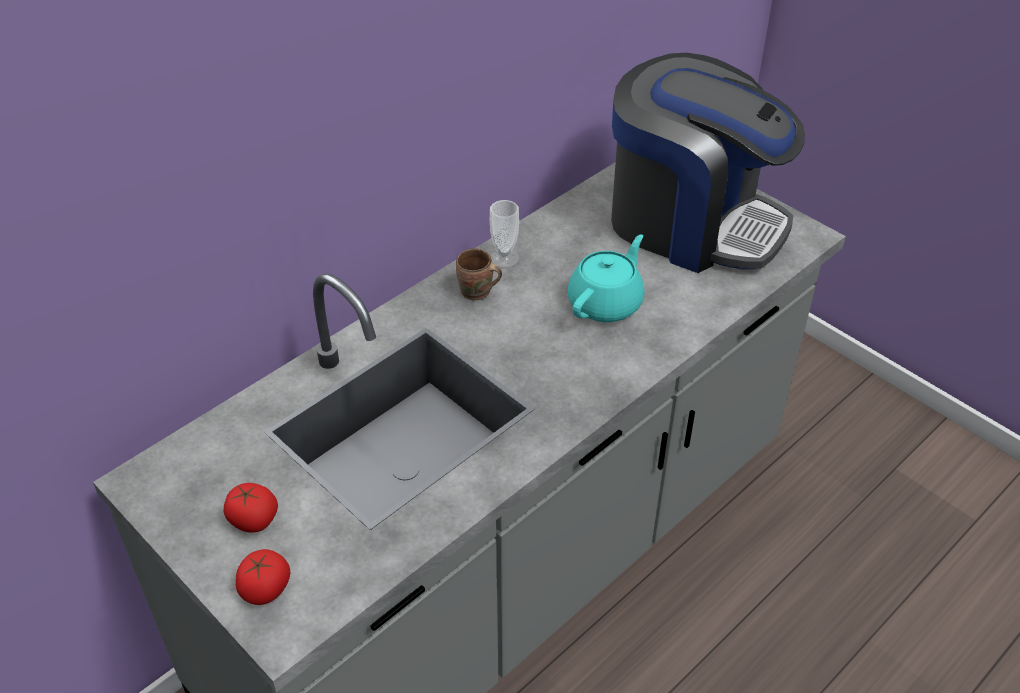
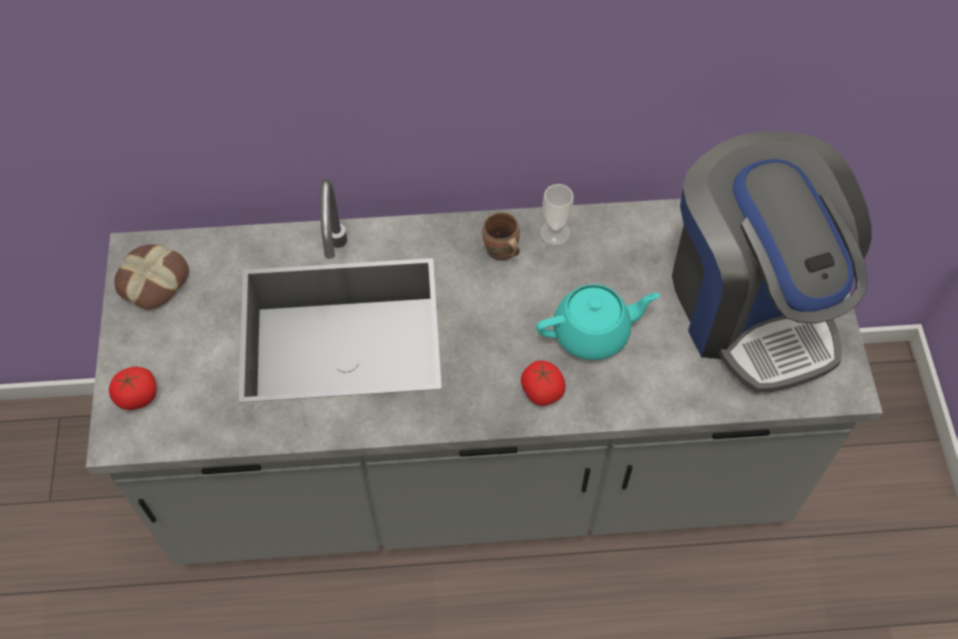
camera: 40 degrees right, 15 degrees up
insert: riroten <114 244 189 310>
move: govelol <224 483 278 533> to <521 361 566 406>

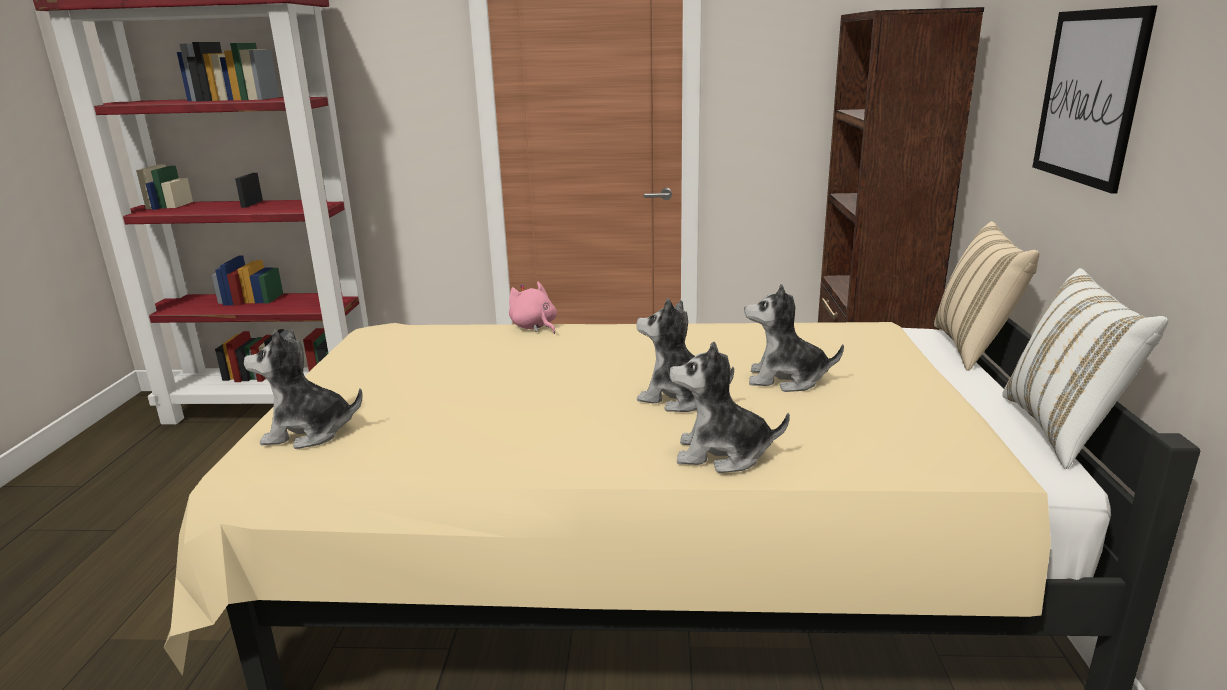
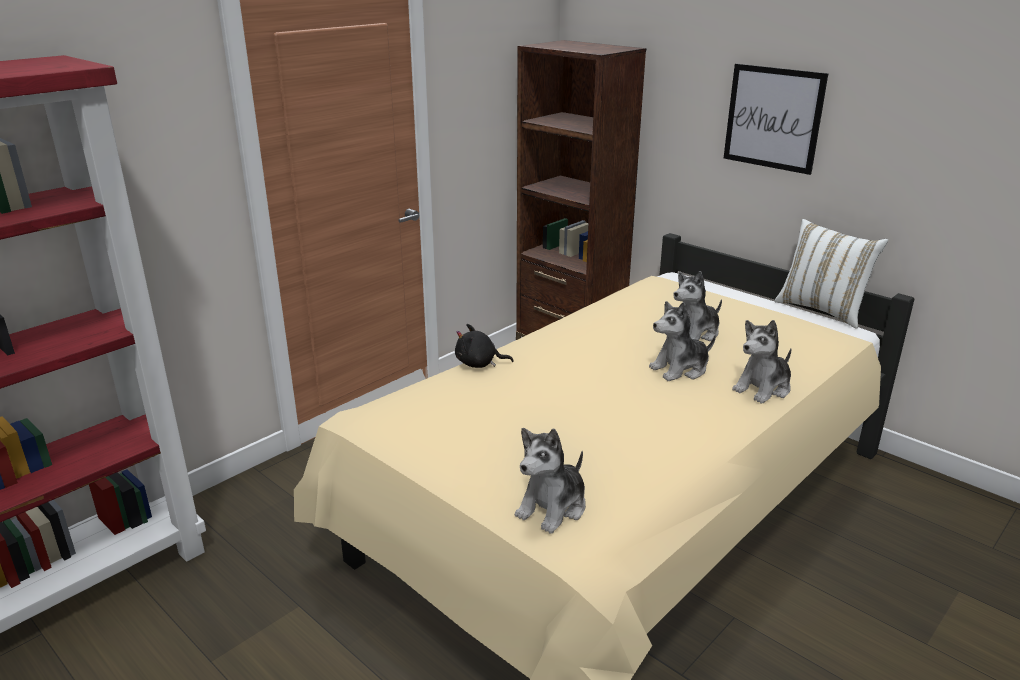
camera: 50 degrees left, 5 degrees up
delete: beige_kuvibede <934 221 1039 371>
recolor: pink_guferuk <509 281 557 334> to black_guferuk <455 324 513 368>

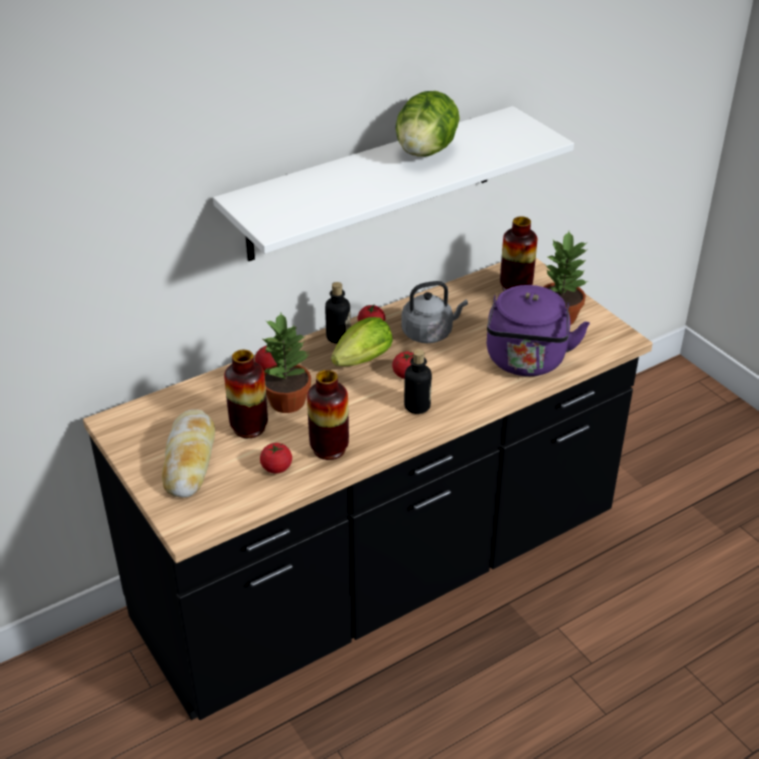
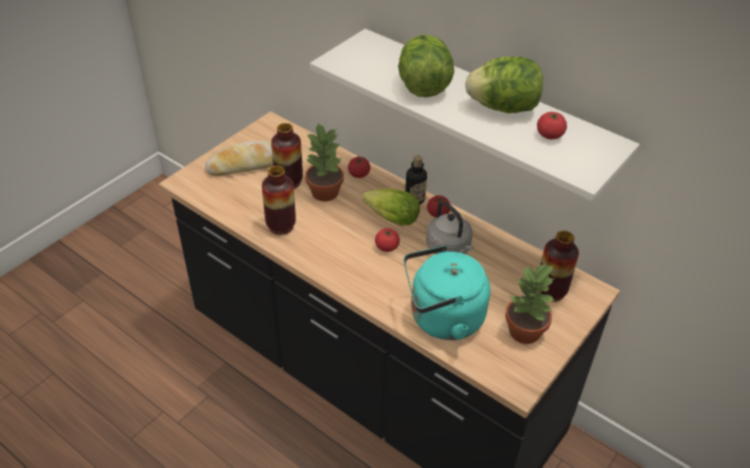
camera: 70 degrees right, 5 degrees up
delete: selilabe <404 349 432 414>
insert: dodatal <398 34 454 97>
move: govelol <260 443 292 473> to <537 112 567 139>
recolor: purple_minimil <487 285 590 376> to turquoise_minimil <404 245 490 340>

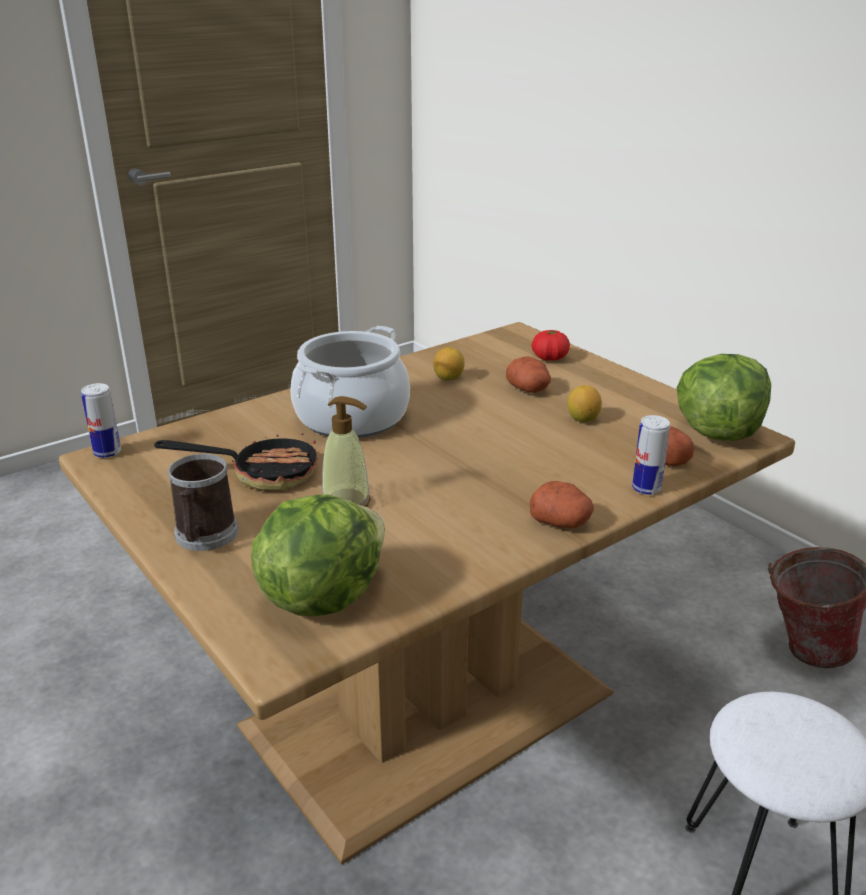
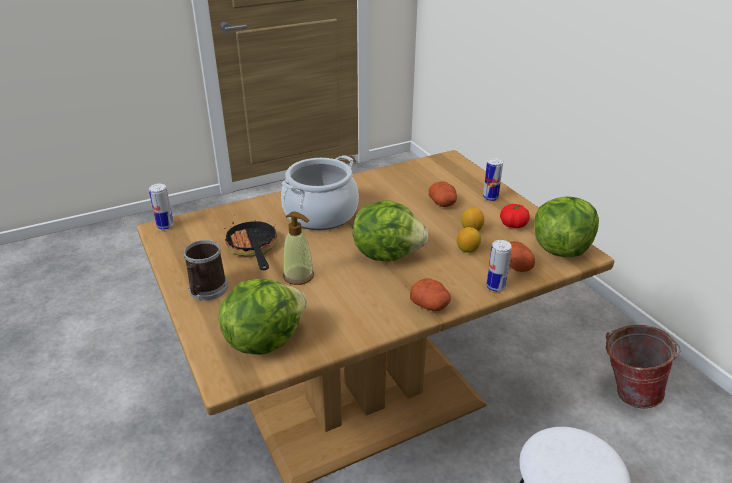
camera: 10 degrees right, 5 degrees up
insert: dodatal <353 200 428 262>; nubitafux <483 158 503 201>
move: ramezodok <434 347 465 381> to <457 227 481 253>; govelol <532 330 570 361> to <500 204 530 228>
rotate: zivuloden <154 432 318 490> = <224 220 278 270> 120 degrees counterclockwise

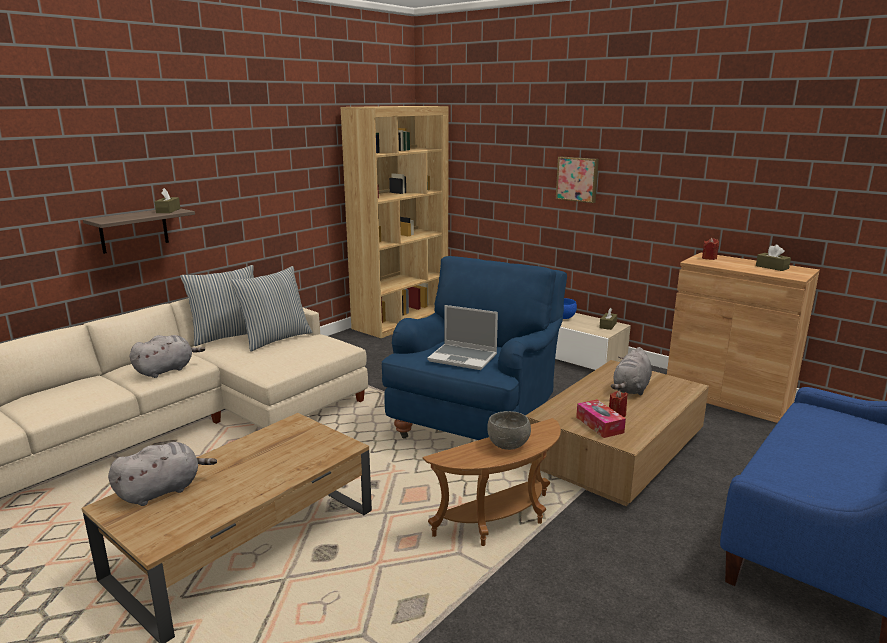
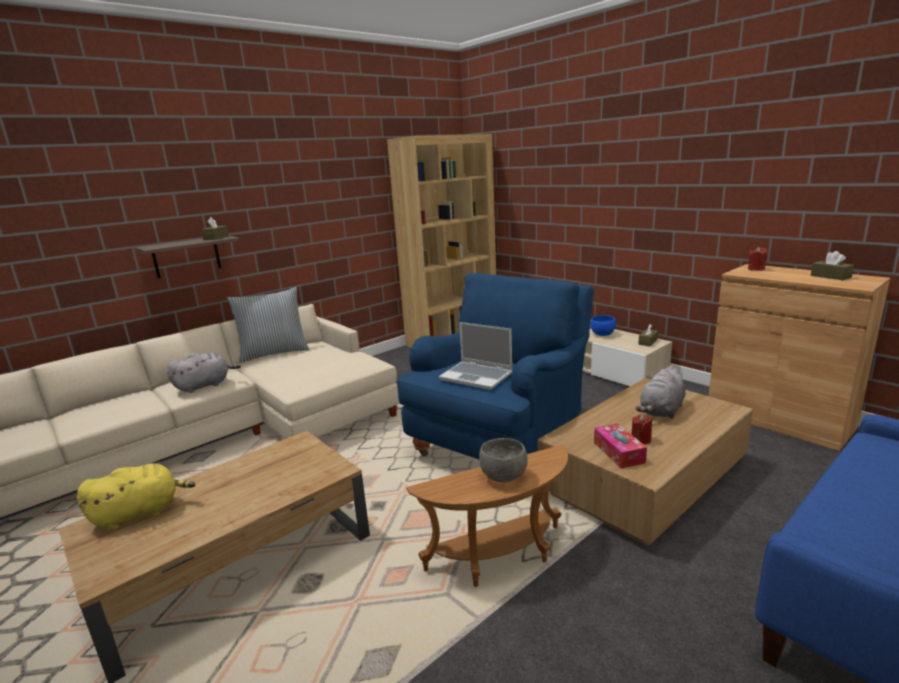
camera: 10 degrees right, 0 degrees up
delete: kuvibede <230 266 313 352>; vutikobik <556 157 599 203>
recolor: grey_guferuk <108 442 217 506> to yellow_guferuk <77 463 195 530>

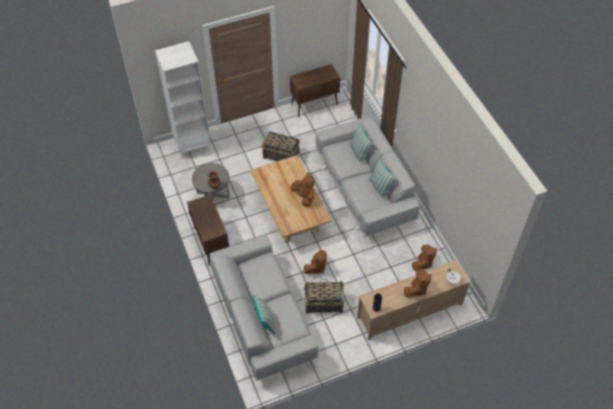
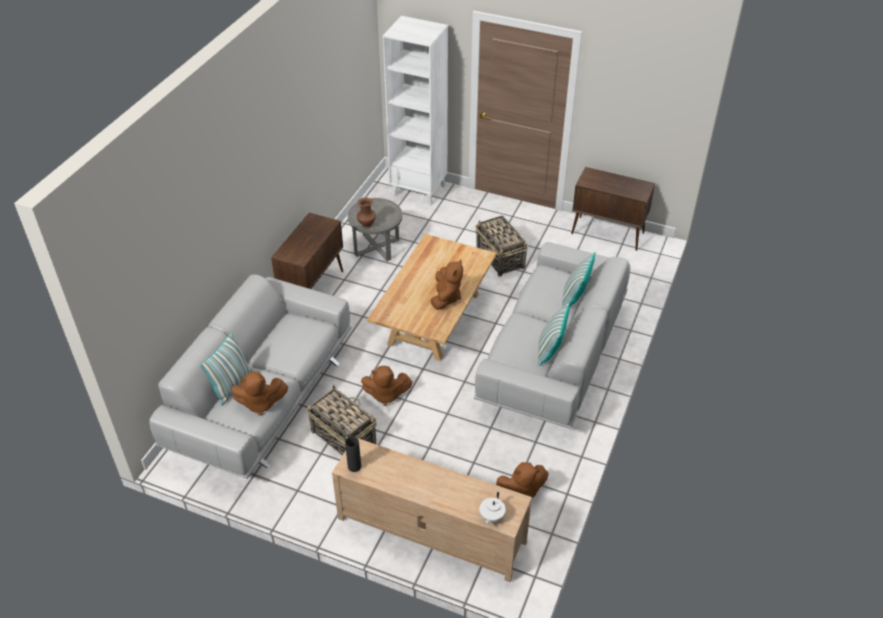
camera: 45 degrees right, 10 degrees down
move: brown_guferuk <404 269 432 297> to <231 372 288 416>

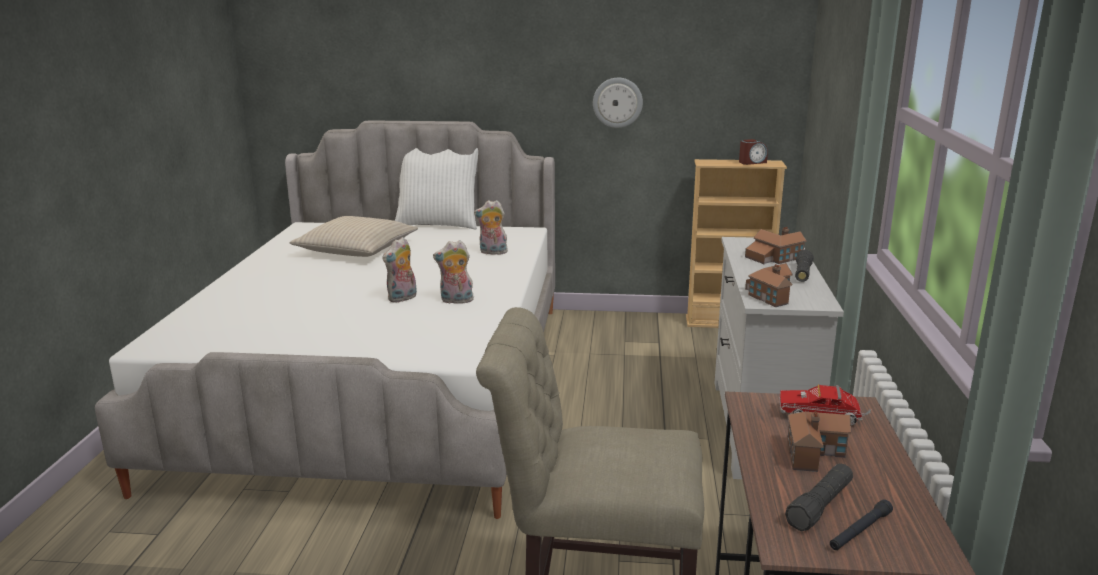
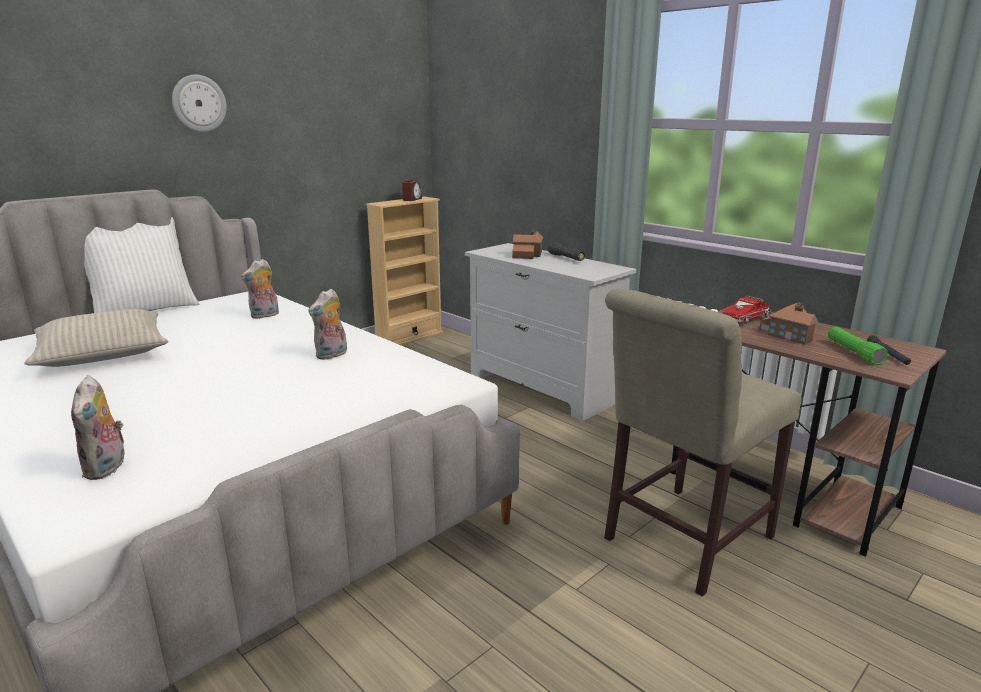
camera: 50 degrees left, 0 degrees up
delete: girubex <745 263 793 307>
move: guferuk <382 237 417 303> to <71 375 124 480>; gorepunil <593 78 643 128> to <172 75 227 132>
recolor: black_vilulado <785 464 853 531> to green_vilulado <828 327 889 365>

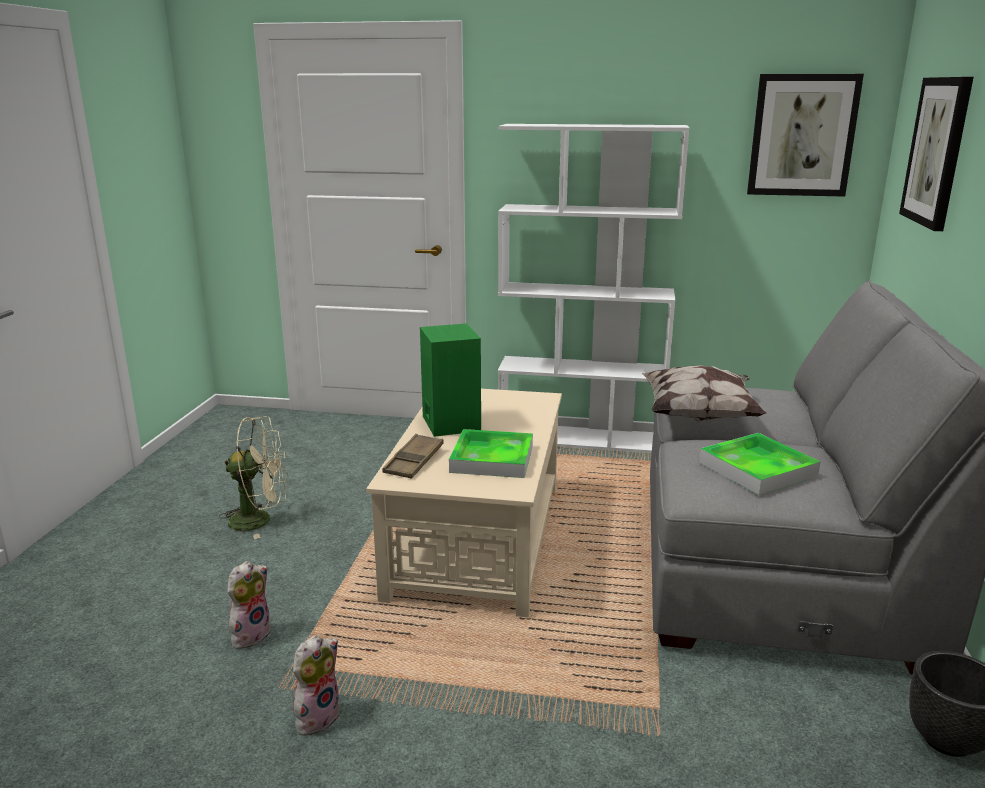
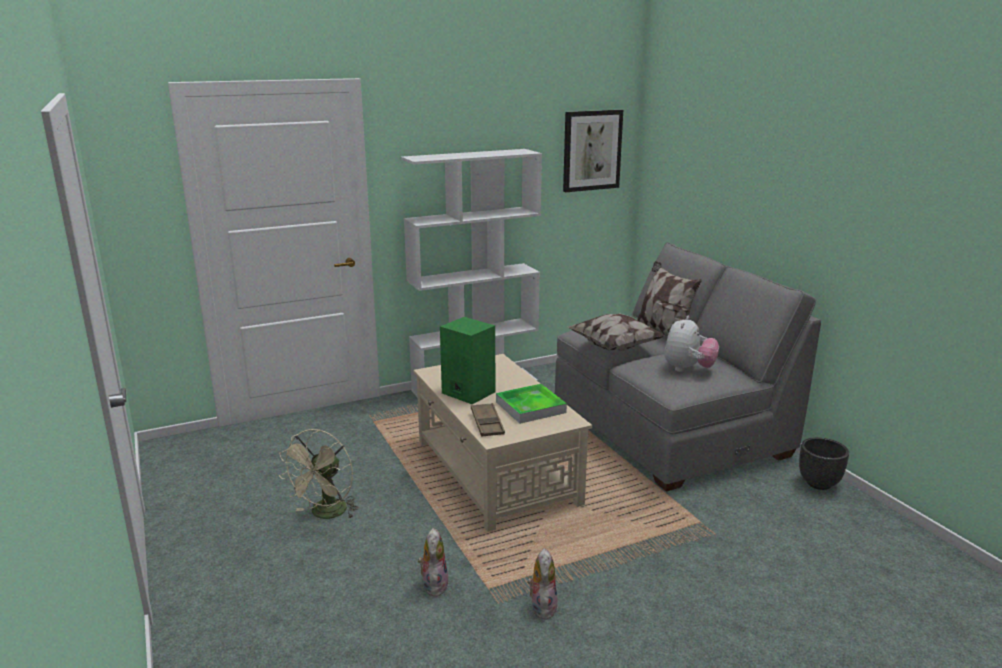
camera: 35 degrees left, 0 degrees up
delete: vutikobik <899 77 974 231>
insert: kuvibede <637 261 702 337>
replace: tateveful <699 433 821 495> to guferuk <664 316 719 372>
rotate: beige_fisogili <219 416 289 539> = <279 429 359 519> 150 degrees clockwise

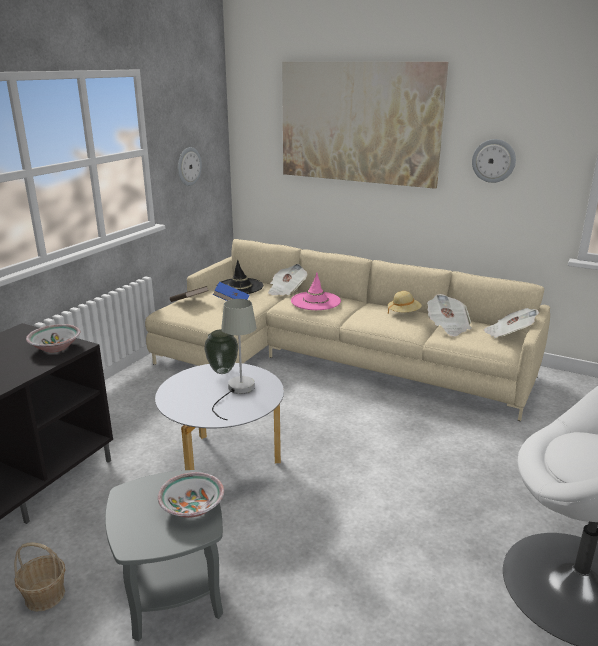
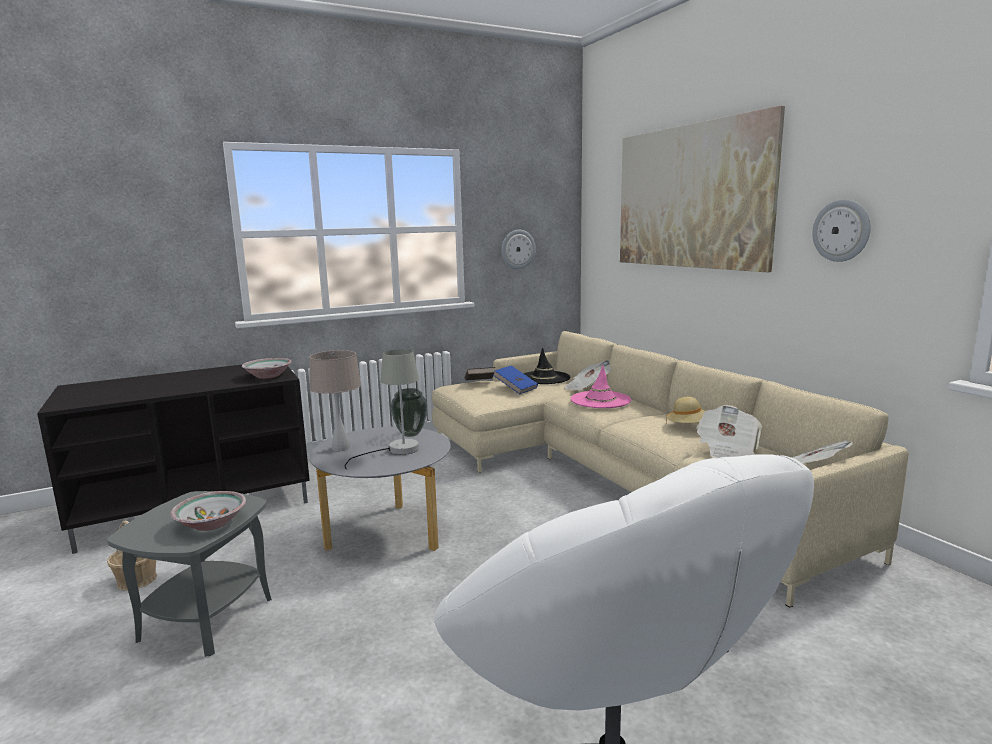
camera: 35 degrees right, 10 degrees down
insert: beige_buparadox <309 350 361 451>

